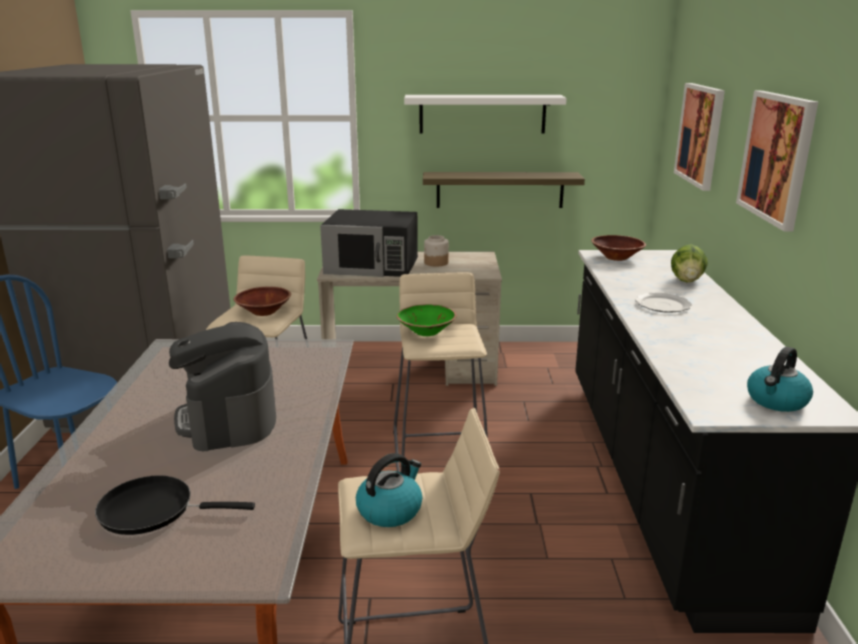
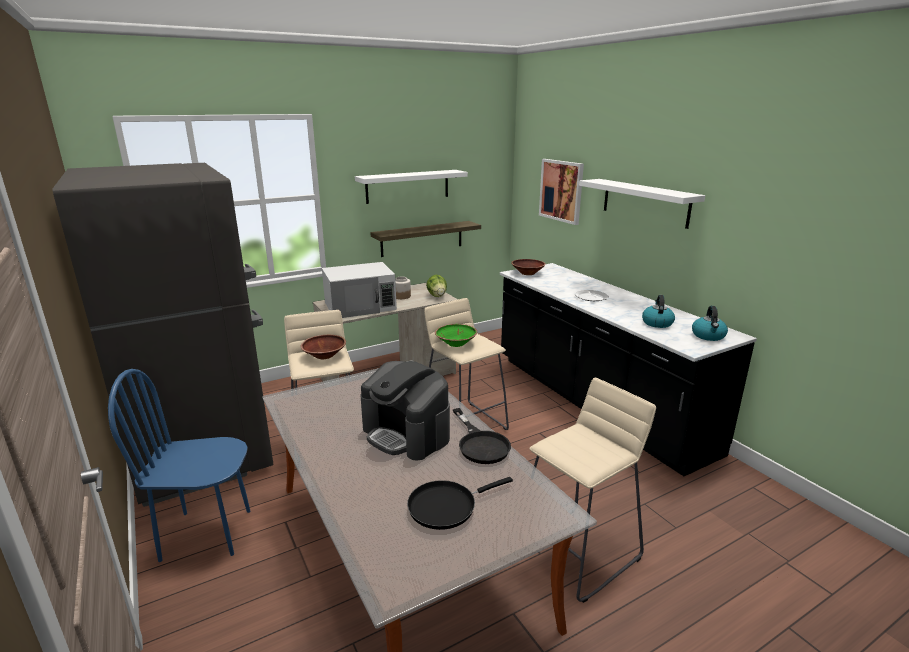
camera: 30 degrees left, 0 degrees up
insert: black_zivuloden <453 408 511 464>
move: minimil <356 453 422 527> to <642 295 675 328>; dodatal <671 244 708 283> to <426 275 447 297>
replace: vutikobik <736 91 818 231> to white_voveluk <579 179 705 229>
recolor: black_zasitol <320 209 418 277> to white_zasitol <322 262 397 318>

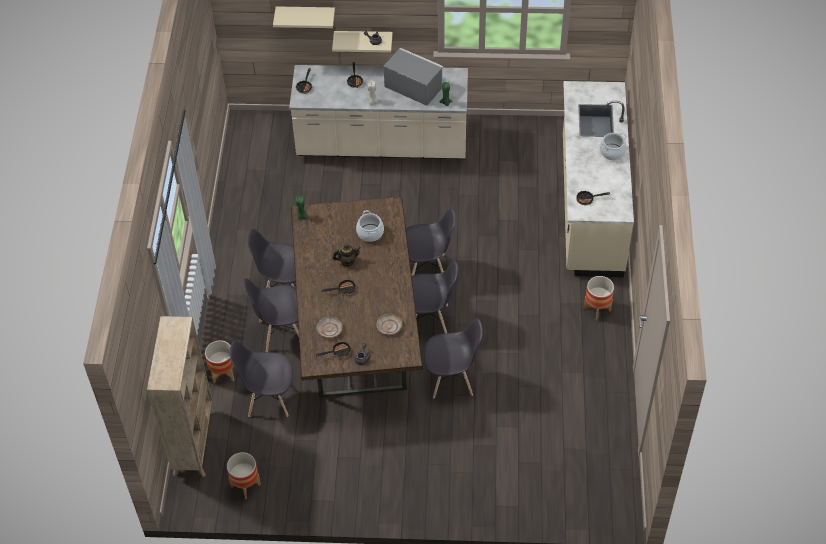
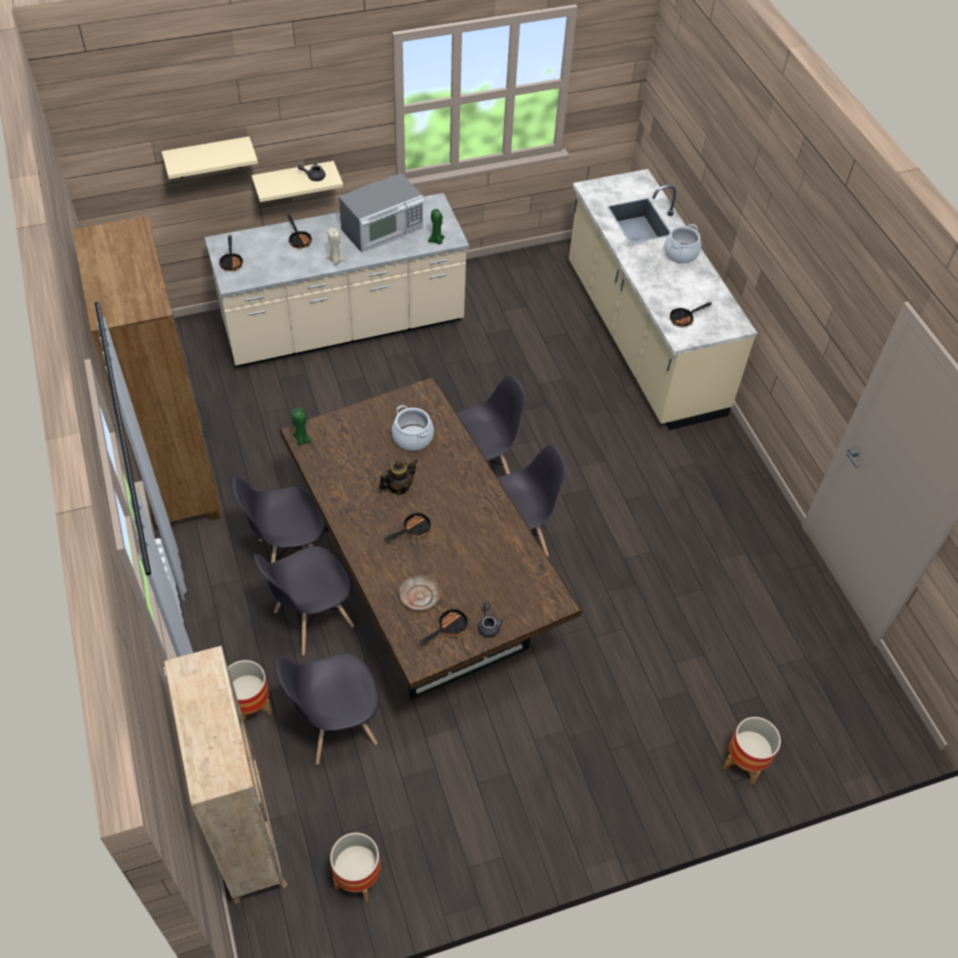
camera: 25 degrees left, 0 degrees up
delete: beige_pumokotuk <376 314 402 335>; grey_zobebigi <424 319 483 398>
insert: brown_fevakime <72 216 221 533>
move: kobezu <584 276 614 320> to <723 717 781 785>
rotate: zasitol <384 48 443 106> = <339 173 424 253> 135 degrees clockwise

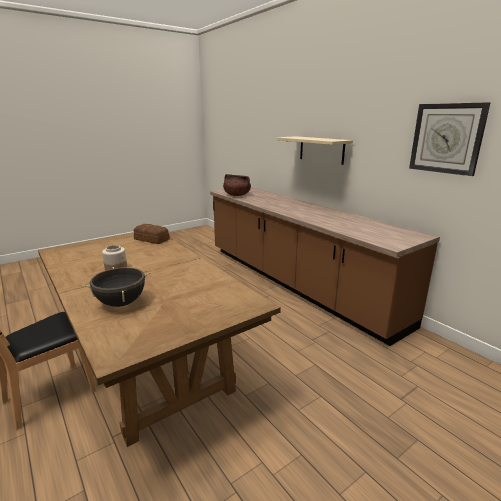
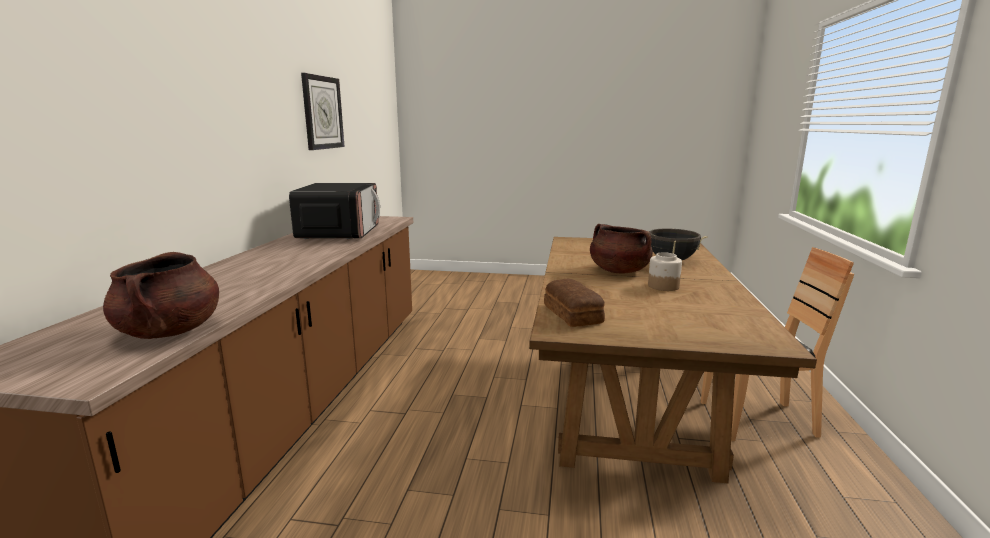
camera: 135 degrees left, 5 degrees down
delete: beige_voveluk <276 136 353 165>
insert: zasitol <289 183 380 239>; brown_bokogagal <590 224 653 273>

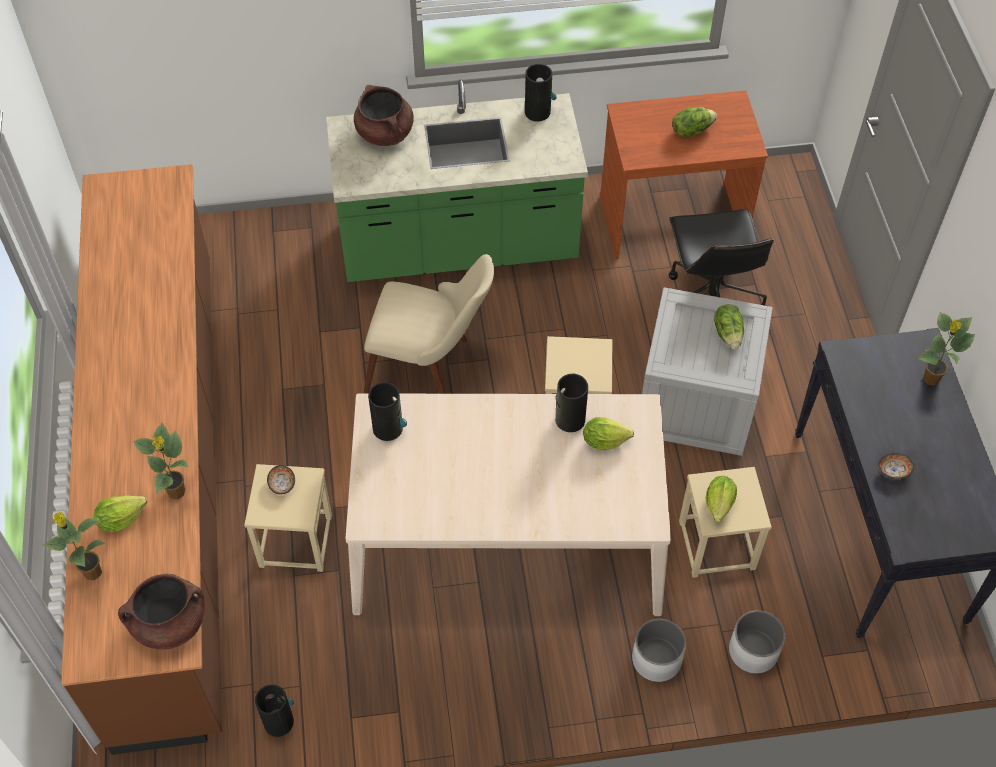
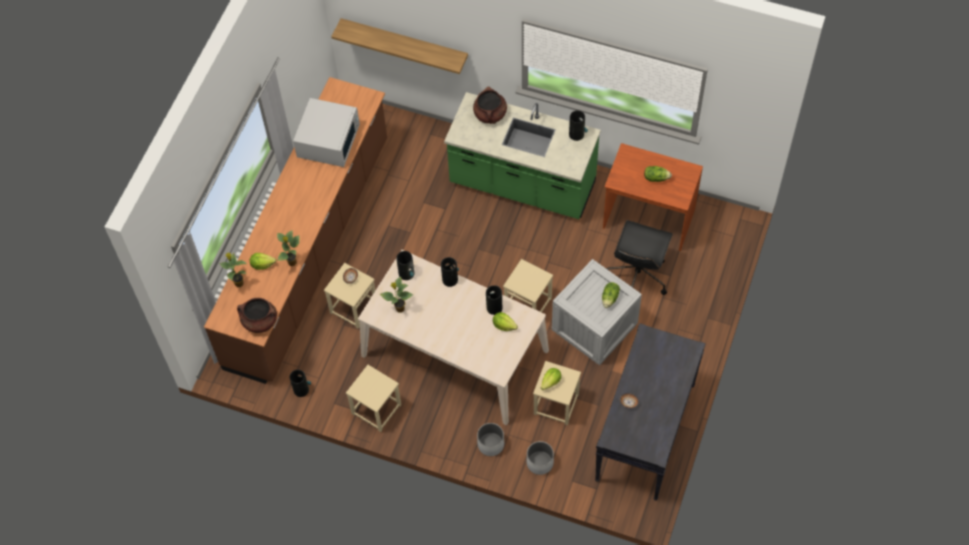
camera: 30 degrees right, 5 degrees up
delete: beige_zobebigi <364 254 494 394>
insert: white_zasitol <293 98 360 167>; voveluk <331 18 468 74>; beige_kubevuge <346 365 401 432>; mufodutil <441 257 459 287>
move: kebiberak <917 312 975 386> to <380 277 413 312>

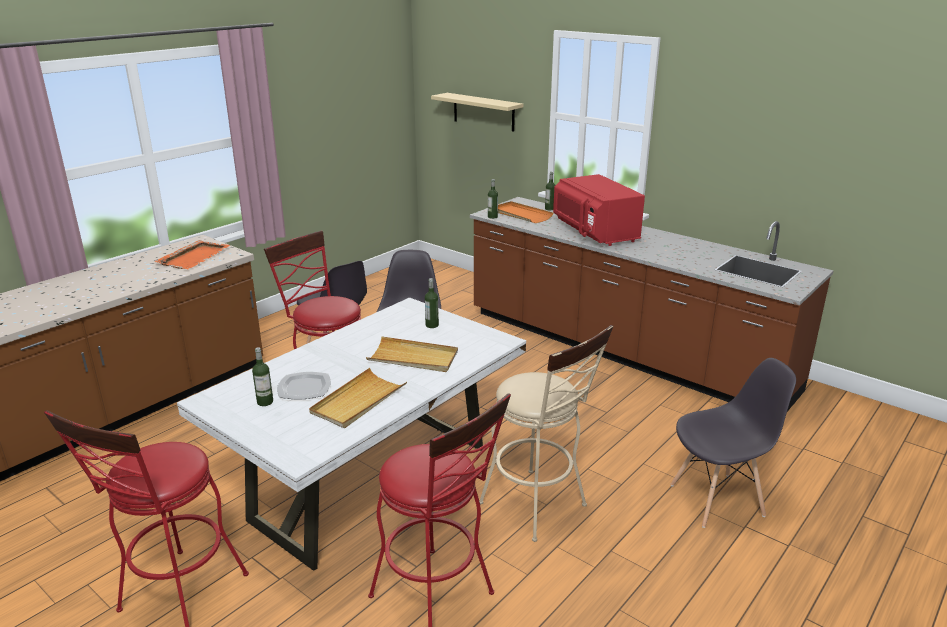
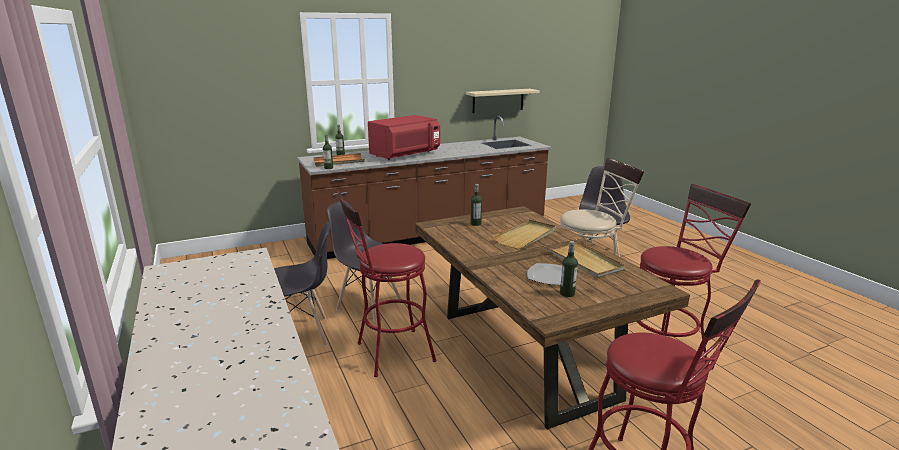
camera: 65 degrees left, 5 degrees down
delete: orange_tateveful <155 240 230 269>
move: beige_voveluk <431 93 523 132> to <466 89 540 113>
recolor: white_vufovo <177 297 526 571> to brown_vufovo <415 206 690 429>
rotate: red_zasitol <553 174 645 246> = <368 115 440 160> 45 degrees counterclockwise

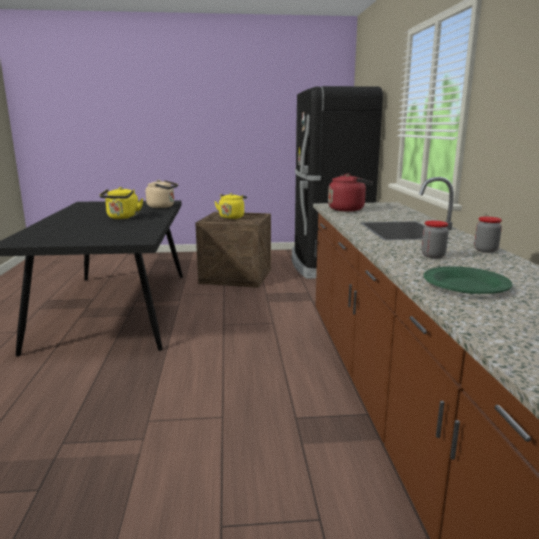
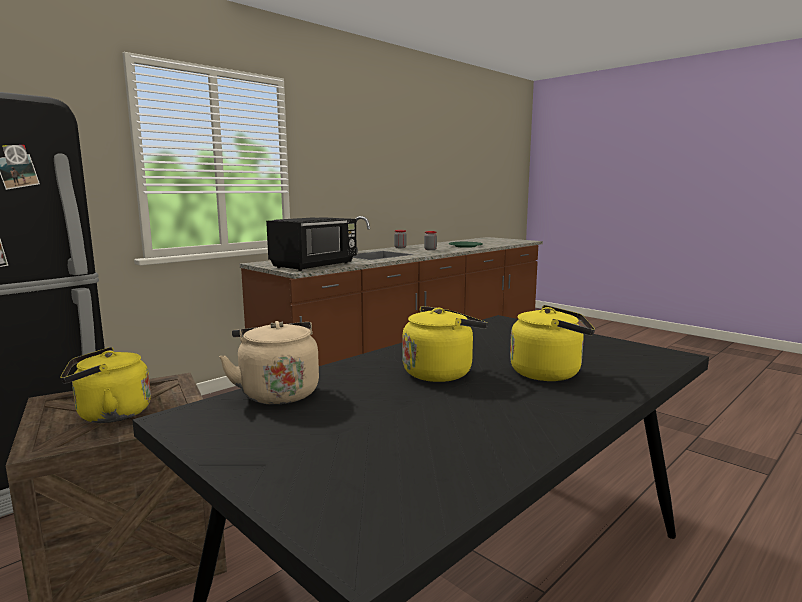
camera: 130 degrees left, 5 degrees down
insert: yellow_minimil <510 305 595 381>
replace: red_minimil <328 174 373 212> to black_zasitol <266 217 357 271>

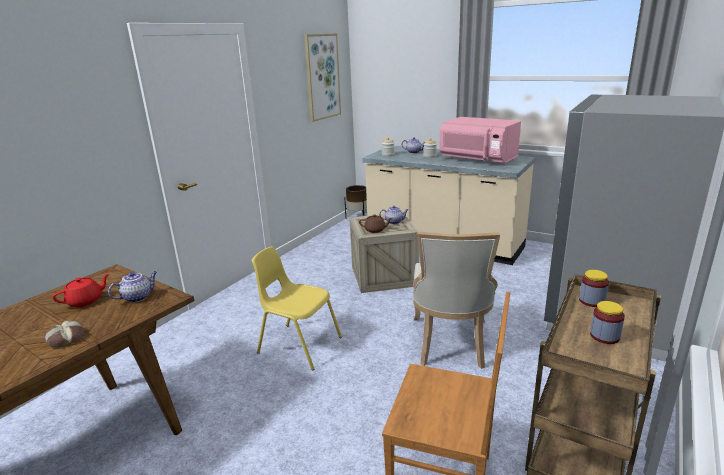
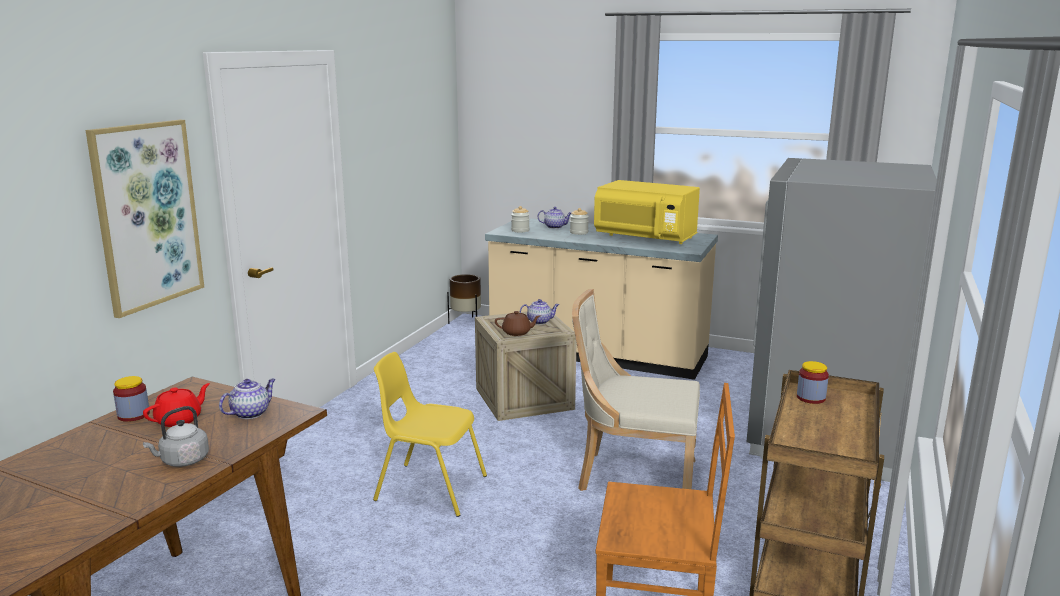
camera: 10 degrees left, 5 degrees down
move: vutikobik <304 33 341 122> to <86 120 204 318>; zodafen <590 301 625 344> to <113 376 150 422>
replace: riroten <44 320 84 348> to grey_minimil <143 406 209 467>
recolor: pink_zasitol <439 117 521 165> to yellow_zasitol <594 180 700 244>
rotate: beige_zobebigi <413 232 500 369> = <572 289 700 491> 105 degrees clockwise

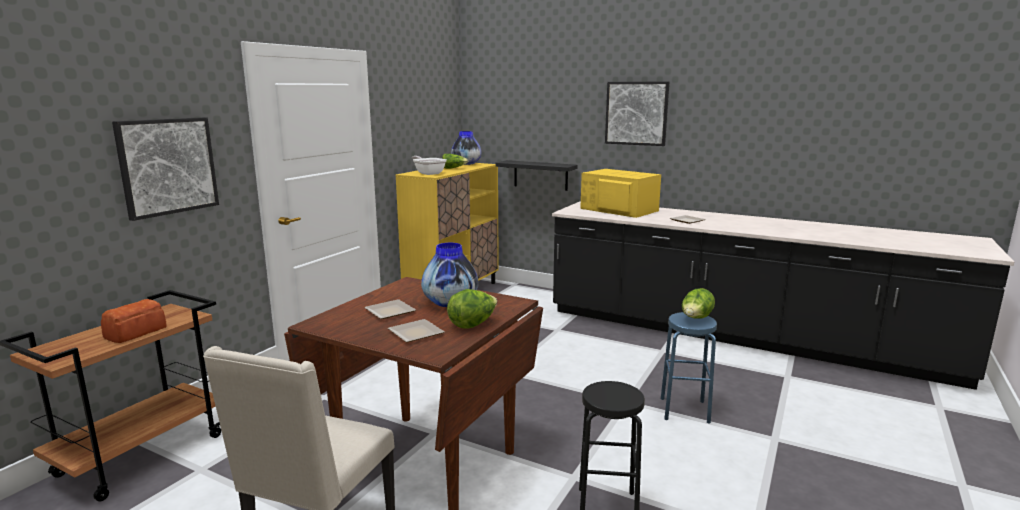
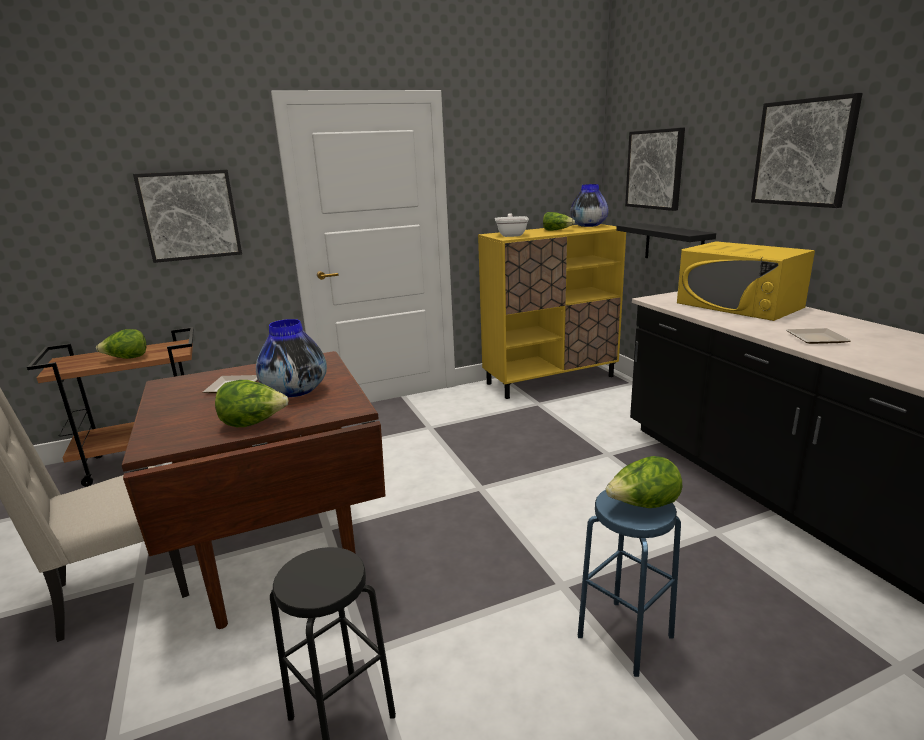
camera: 40 degrees right, 5 degrees up
delete: pumokotuk <388 319 445 343>
insert: vutikobik <625 128 685 211>
replace: riroten <101 299 166 343> to dodatal <96 329 147 359>
rotate: yellow_zasitol <580 169 661 218> = <677 241 815 321> 150 degrees clockwise

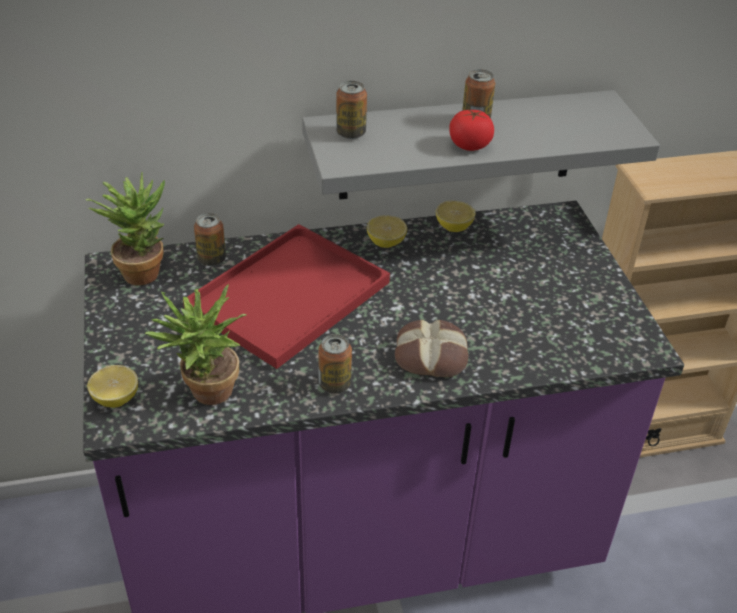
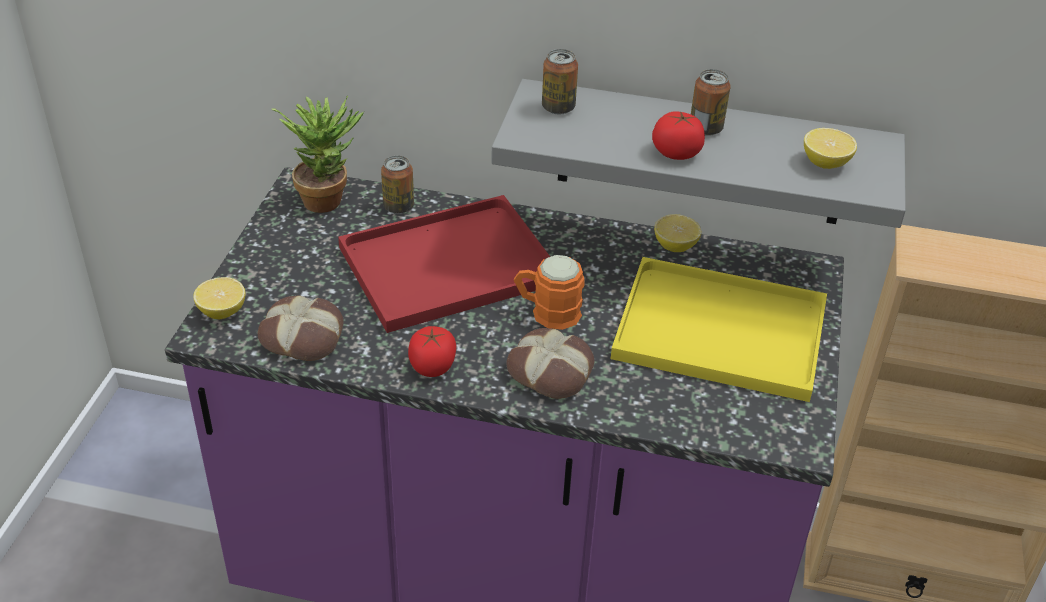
camera: 25 degrees right, 0 degrees up
insert: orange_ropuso <514 255 584 330>; yellow_tateveful <611 257 827 402>
move: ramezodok <367 216 407 248> to <804 128 857 169>
replace: kebiberak <145 284 247 405> to riroten <258 295 344 361>; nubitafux <318 334 352 394> to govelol <408 326 456 377>

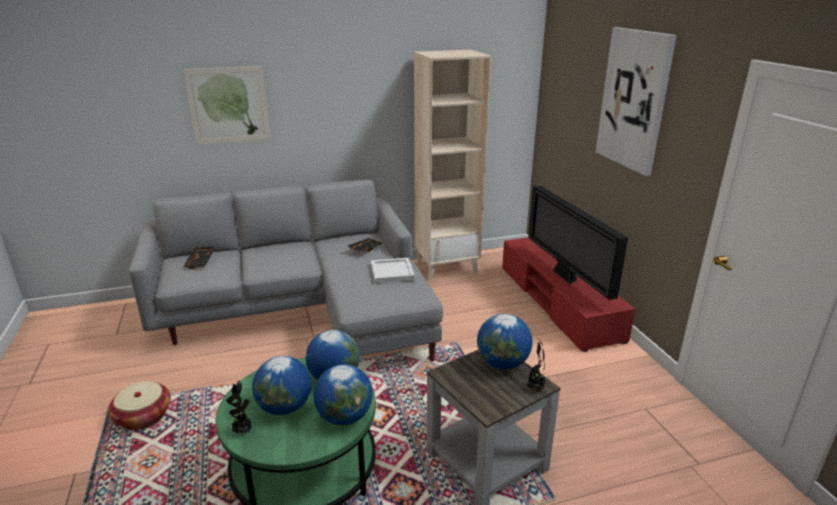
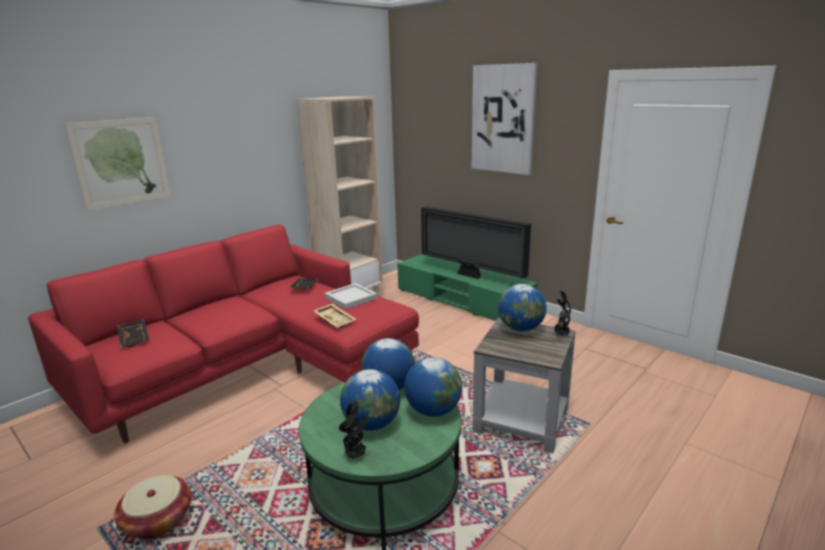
camera: 30 degrees left, 5 degrees down
insert: beige_tateveful <314 303 356 328>
recolor: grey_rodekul <129 179 443 362> to red_rodekul <28 225 419 443>; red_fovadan <502 237 636 352> to green_fovadan <397 254 538 321>

